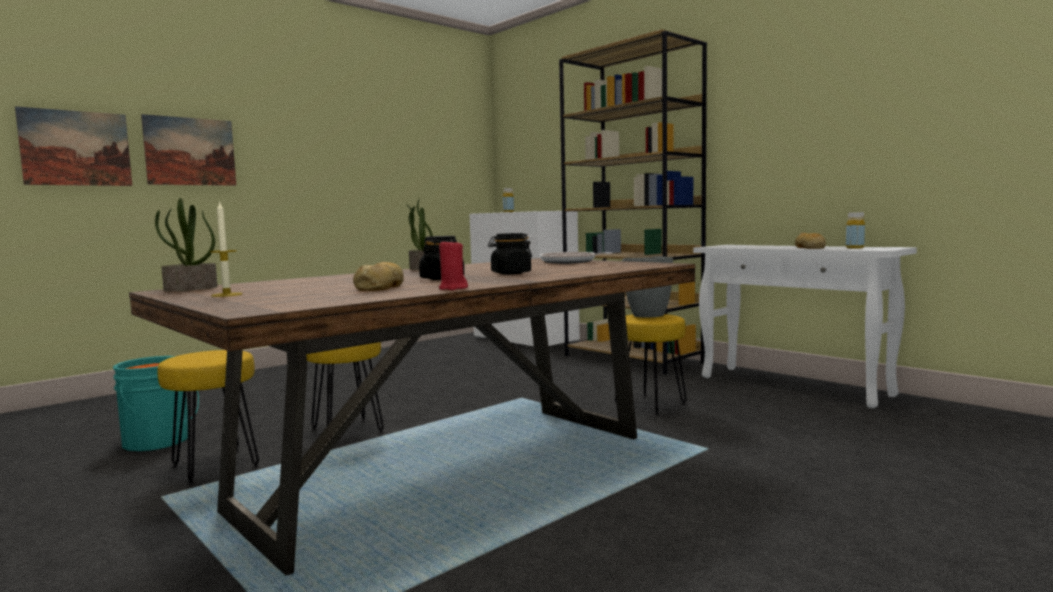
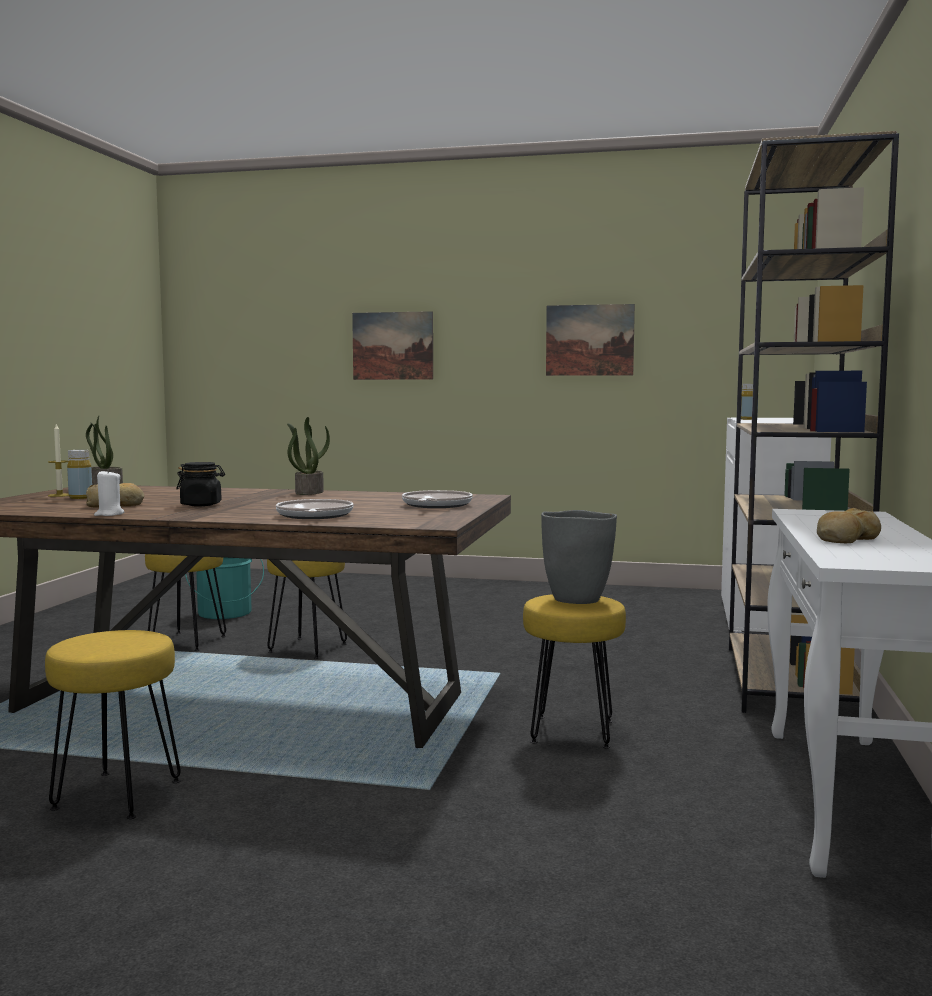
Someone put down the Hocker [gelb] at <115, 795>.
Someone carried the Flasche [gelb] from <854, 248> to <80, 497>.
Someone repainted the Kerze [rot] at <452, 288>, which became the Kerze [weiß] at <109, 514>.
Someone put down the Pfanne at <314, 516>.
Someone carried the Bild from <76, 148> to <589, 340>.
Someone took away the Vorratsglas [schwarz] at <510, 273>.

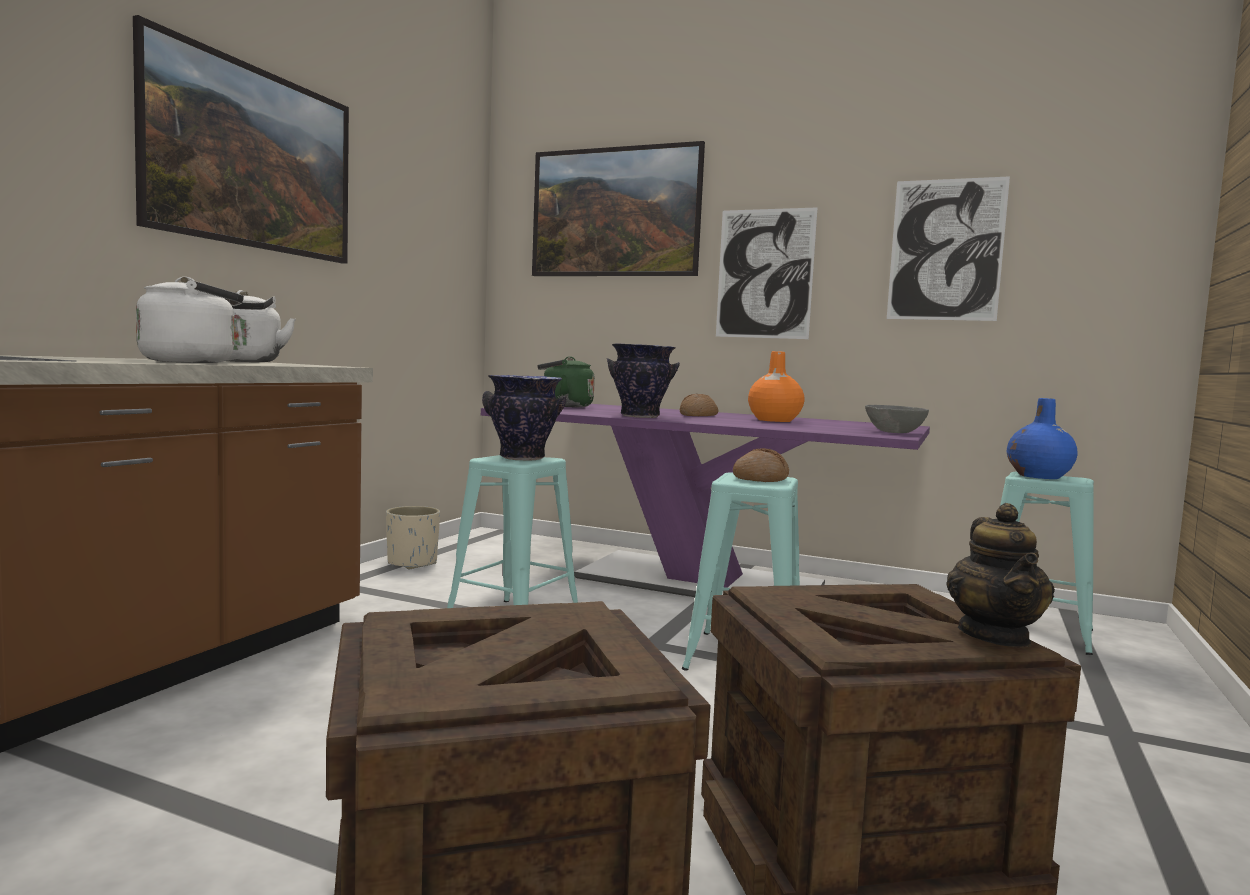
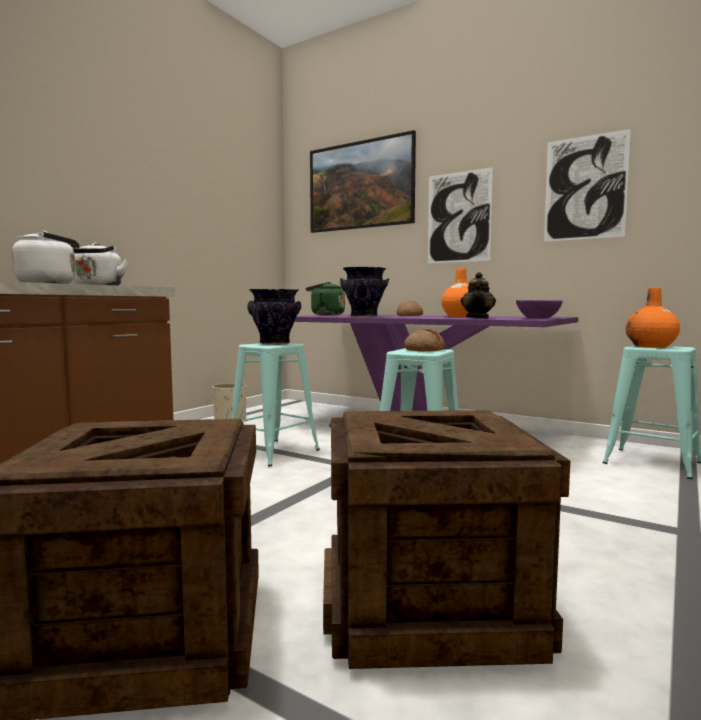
Someone carried the Teekanne from <995, 636> to <478, 318>.
Someone repainted the Schüssel [grau] at <894, 432>, which became the Schüssel [lila] at <538, 318>.
Someone repainted the Vase [blau] at <1039, 476>, which became the Vase [orange] at <651, 346>.
Someone took away the Bild at <254, 203>.

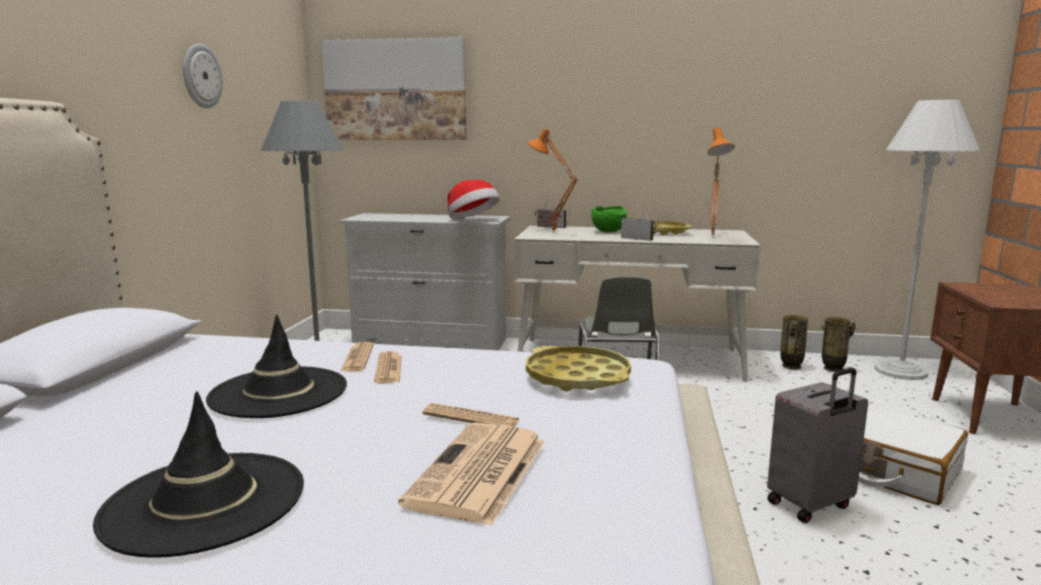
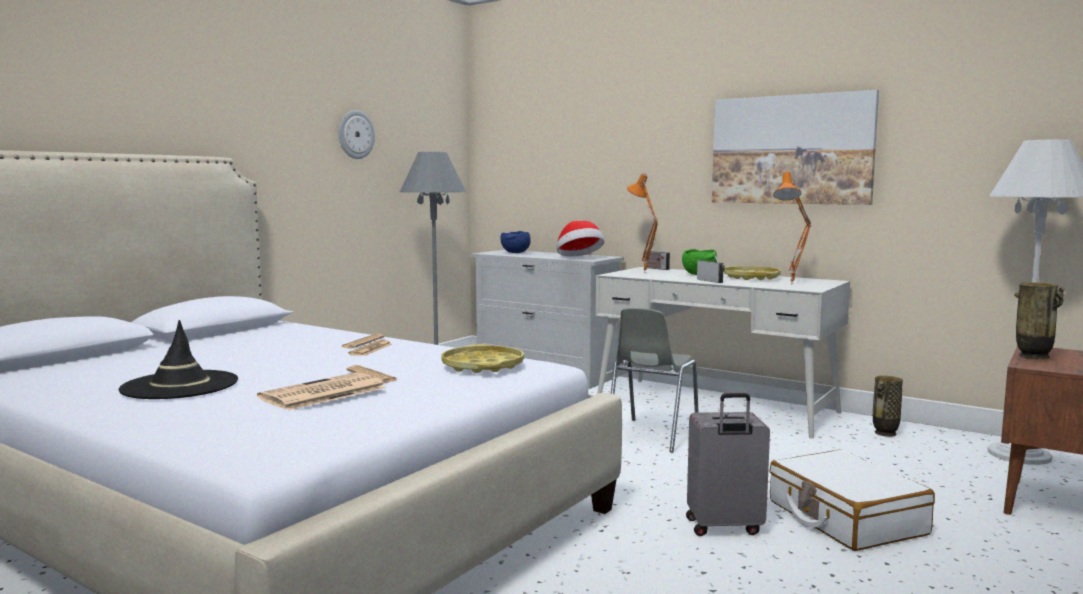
Someone put down the Schüssel [blau] at <515, 253>.
Someone carried the Bild from <395, 90> to <791, 150>.
Someone carried the Vase from <833, 369> to <1033, 357>.
Someone took away the Hut [schwarz] at <278, 392>.

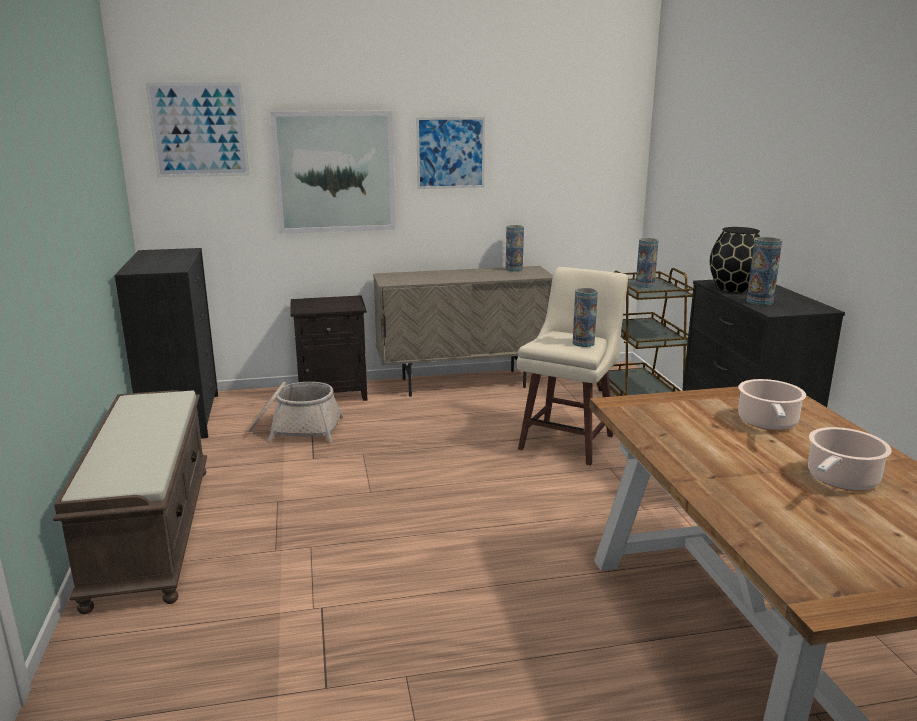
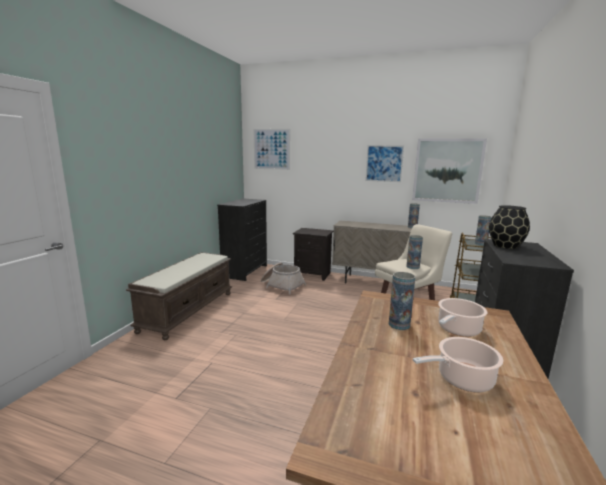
Someone carried the Vase from <759, 301> to <399, 324>.
Someone carried the Bild from <335, 172> to <447, 170>.

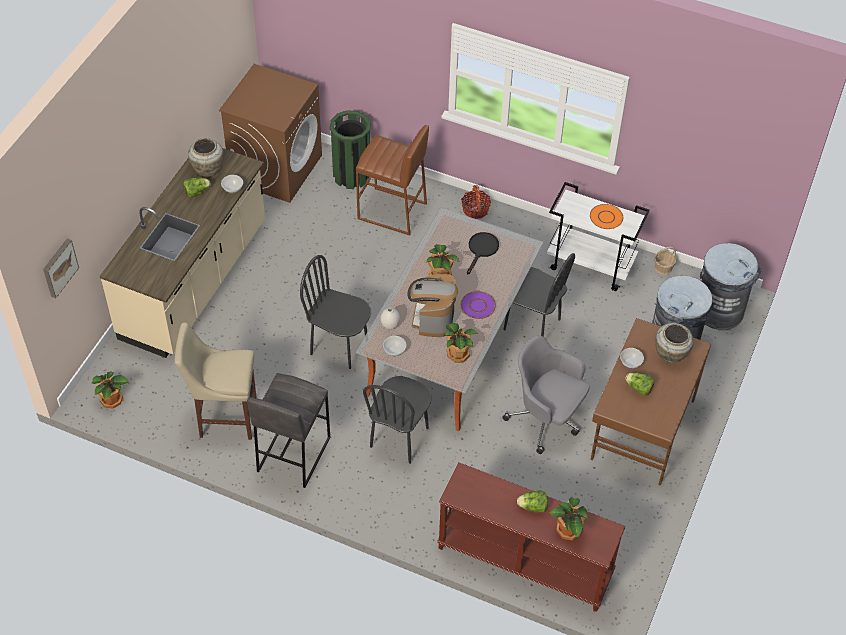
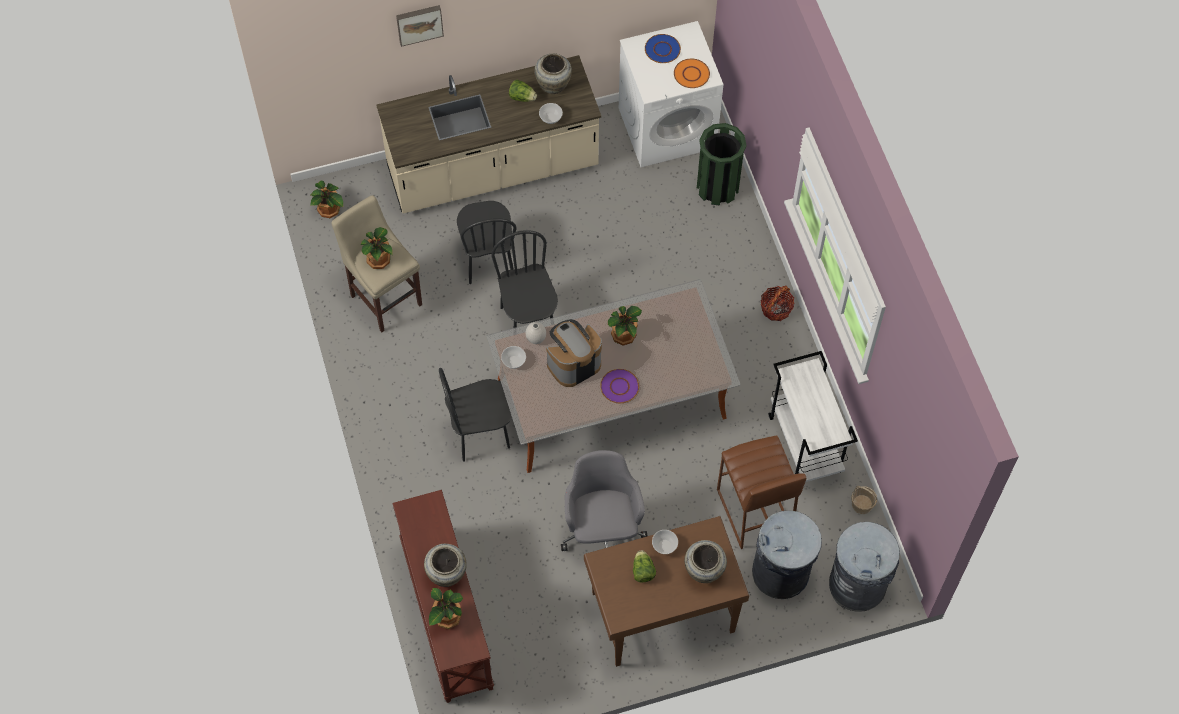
Someone carried the Topfpflanze from <458, 354> to <379, 259>.
Someone carried the Bild from <59, 267> to <419, 23>.
Someone swapped the Salatkopf at <533, 507> for the Vase [beige] at <446, 575>.
Someone carried the Stuhl [schwarz] from <531, 325> to <488, 261>.
Someone repainted the Waschmaschine [braun] at <276, 168>, which became the Waschmaschine [weiß] at <667, 127>.
Someone put down the Teller [blau] at <662, 49>.
Someone carried the Teller [orange] from <606, 217> to <691, 74>.
Someone carried the Hocker [braun] from <392, 212> to <754, 511>.
Someone took away the Hocker [grau] at <292, 454>.
Someone took away the Pfanne [schwarz] at <482, 250>.

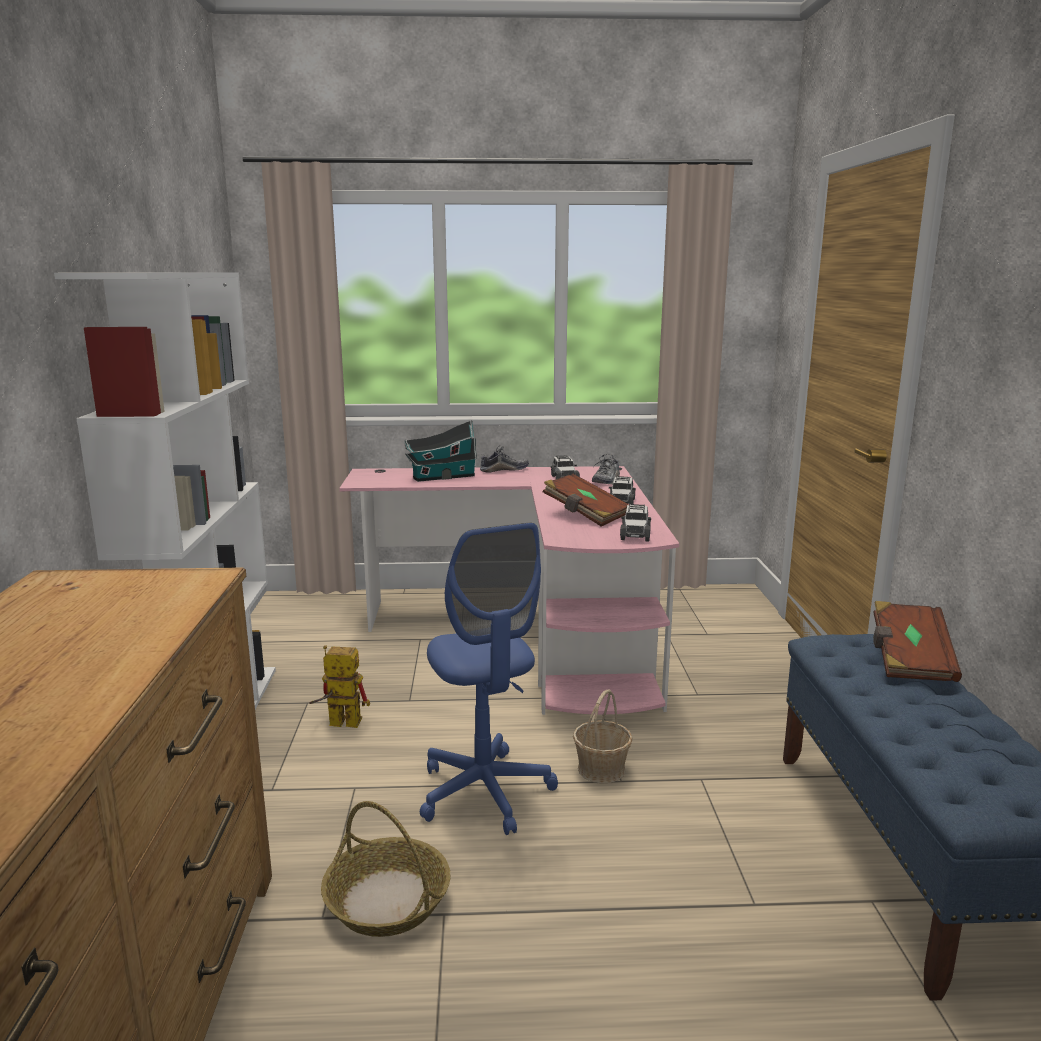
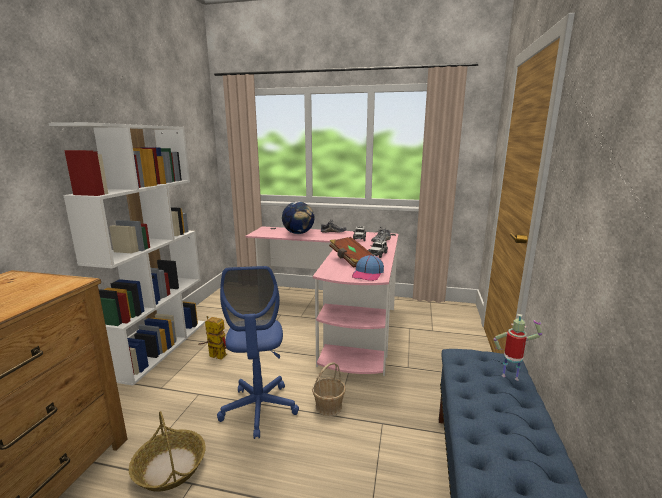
Someone swapped the Spielzeughaus at <441, 477> for the Globus at <298, 233>.
Someone swapped the Spielzeugauto at <635, 534> for the Kappe at <368, 274>.
Someone swapped the Buch [braun] at <909, 660> for the Spielzeugroboter at <510, 376>.

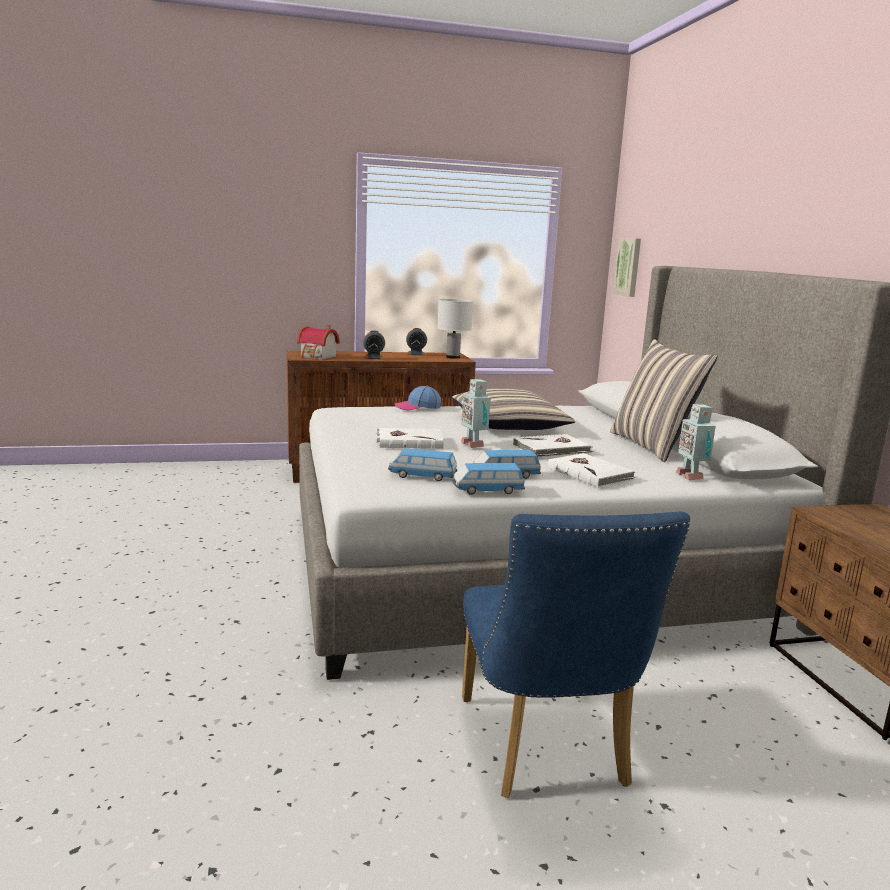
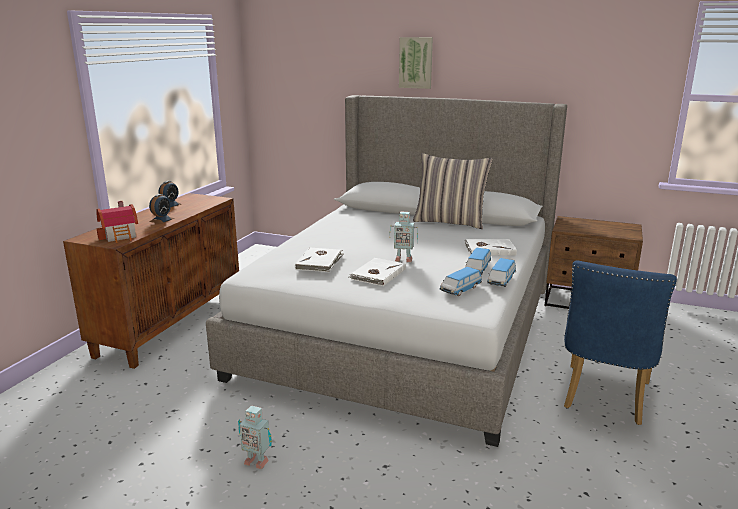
Someone carried the Spielzeugroboter from <691, 476> to <256, 461>.
Someone carried the Buch [weiß] from <552, 449> to <320, 262>.
Someone carried the Bild from <628, 267> to <416, 62>.
Someone rotated the Stuhl [blau] at <546, 750> by 90 degrees clockwise.
Someone took away the Kappe at <417, 407>.
Someone took away the Tischlampe [weiß] at <453, 357>.
Someone took away the Kissen at <509, 424>.

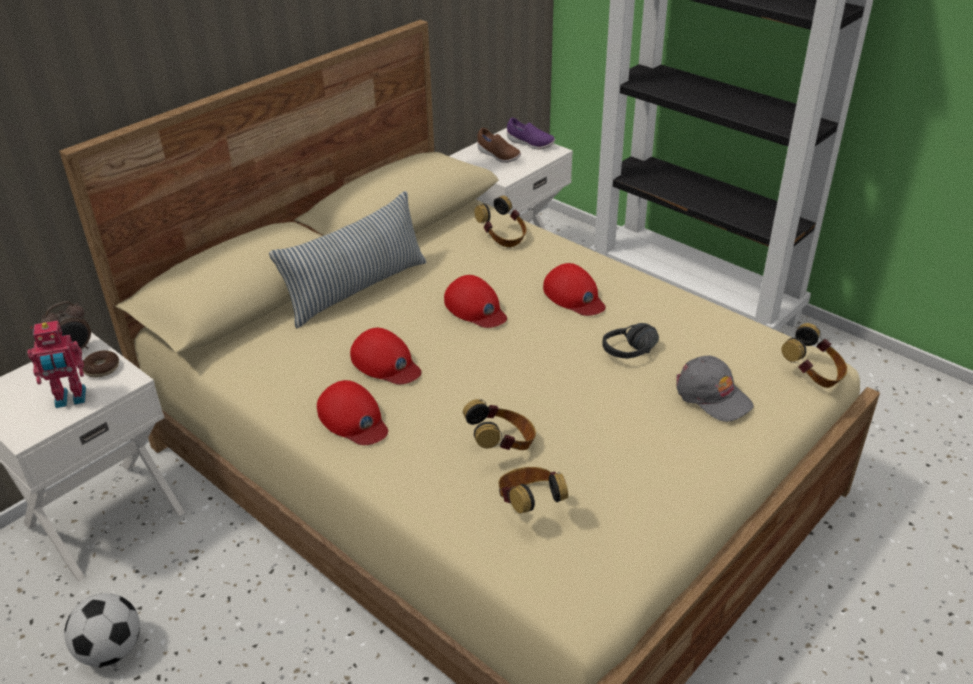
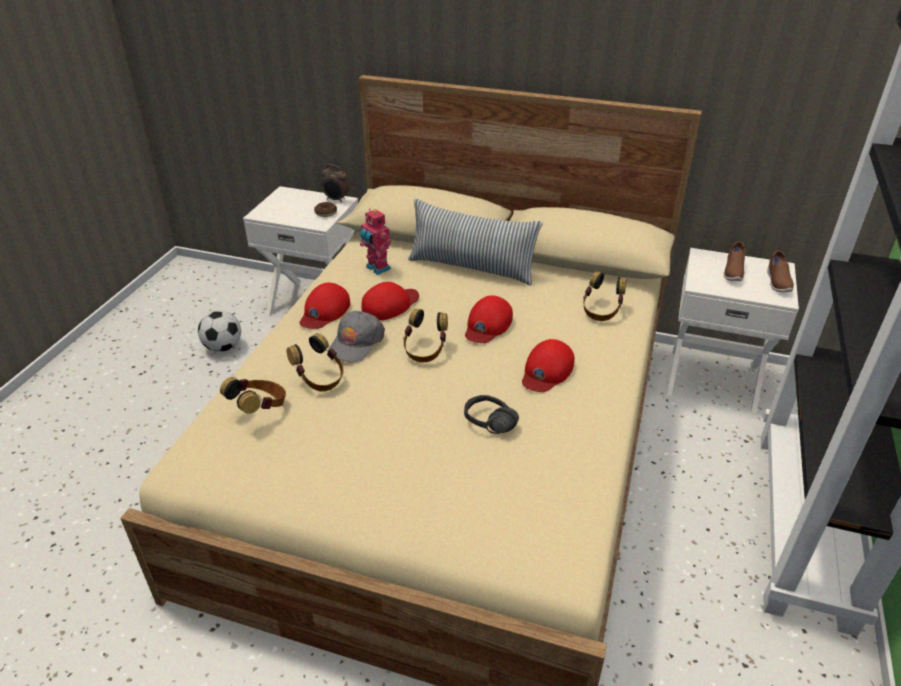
Someone carried the Kappe [grau] from <712, 396> to <356, 343>.
Someone carried the Spielzeugroboter from <70, 399> to <377, 268>.
Someone rotated the Kappe [rot] at <386, 363> by 150 degrees counterclockwise.
Someone carried the Kopfhörer from <812, 375> to <425, 350>.
Someone repainted the Schuh [lila] at <530, 144>, which became the Schuh [braun] at <777, 282>.

